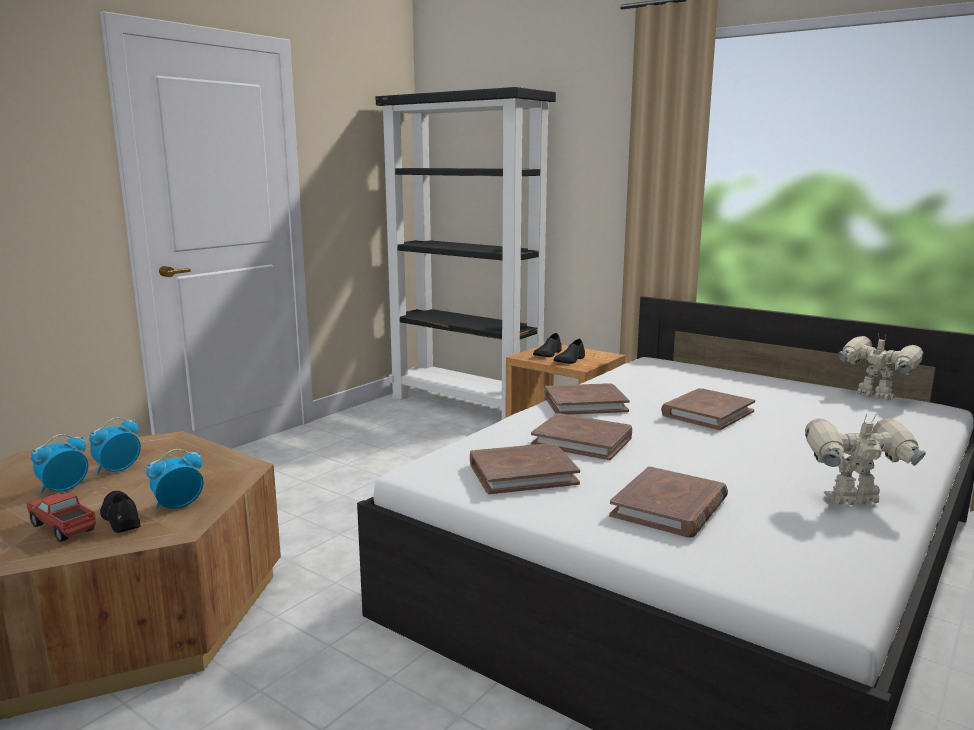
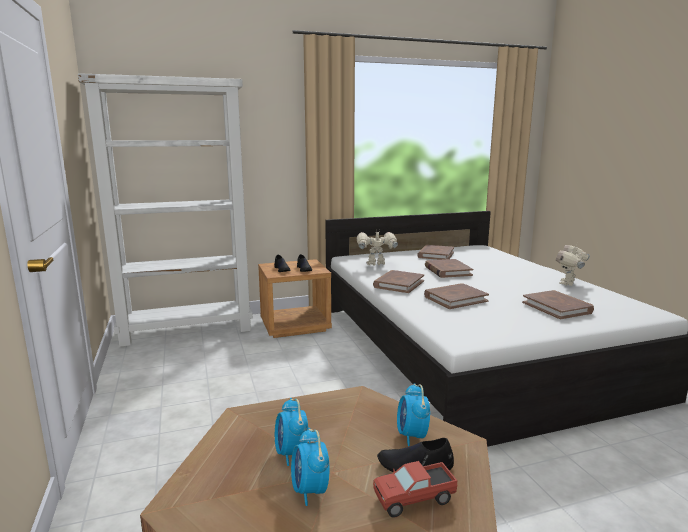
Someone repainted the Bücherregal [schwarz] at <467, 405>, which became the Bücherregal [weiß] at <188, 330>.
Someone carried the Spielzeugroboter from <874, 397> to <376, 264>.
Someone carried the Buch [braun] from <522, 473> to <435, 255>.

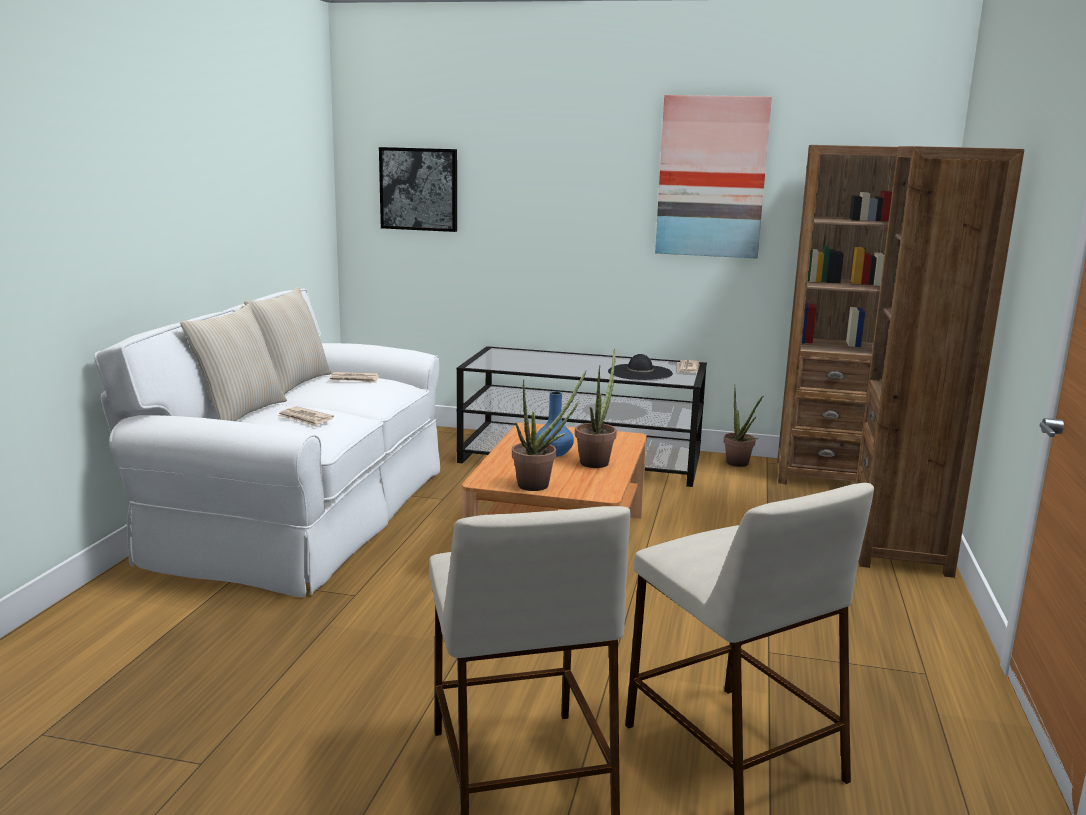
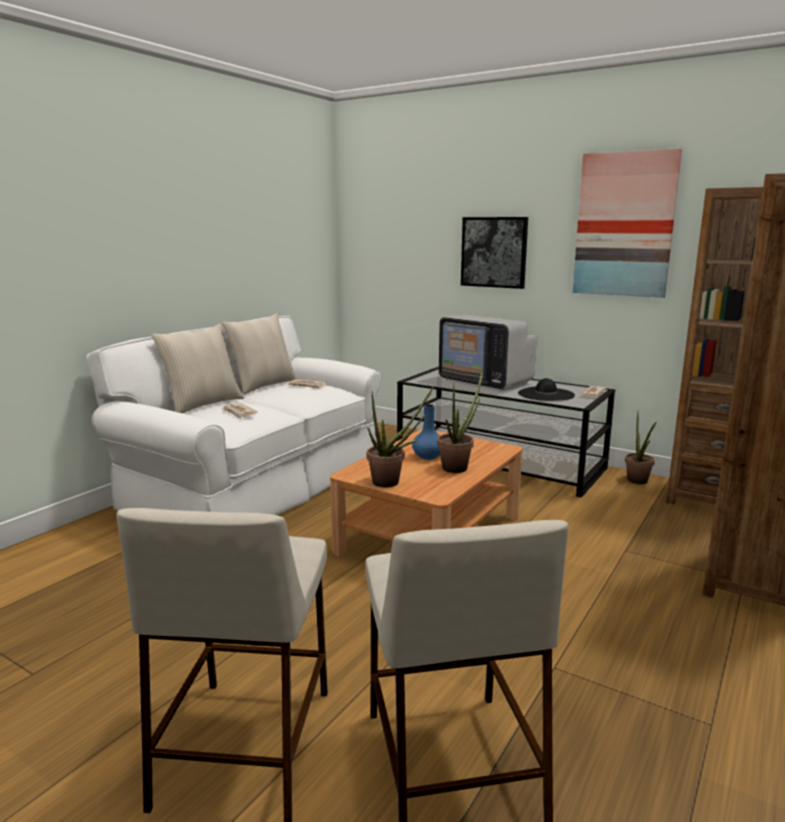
Someone put down the Fernseher at <485, 382>.
Someone carried the Bild from <419, 189> to <494, 252>.

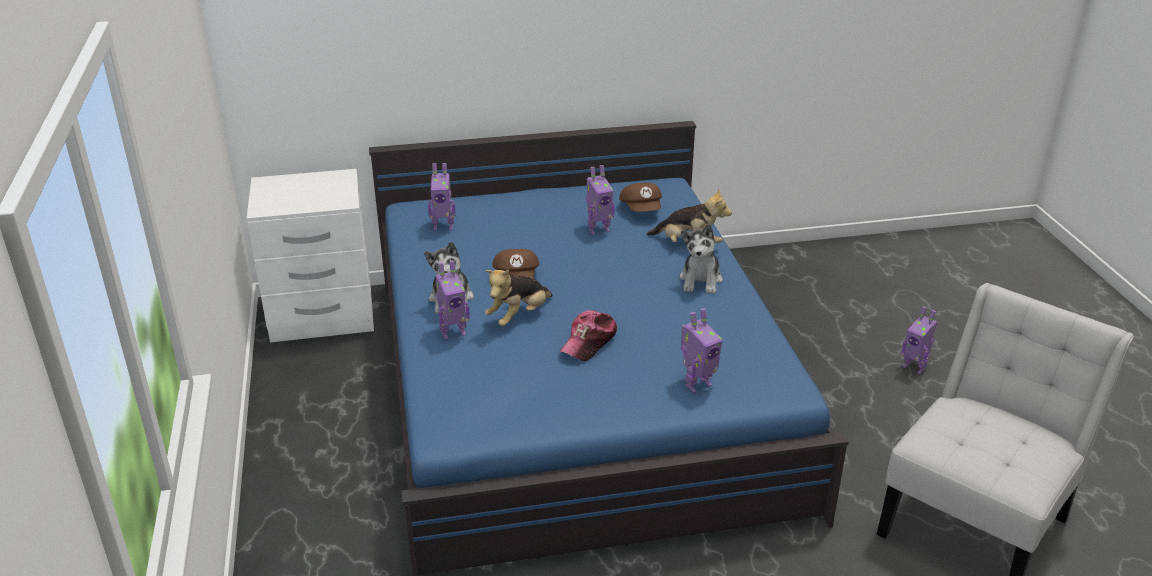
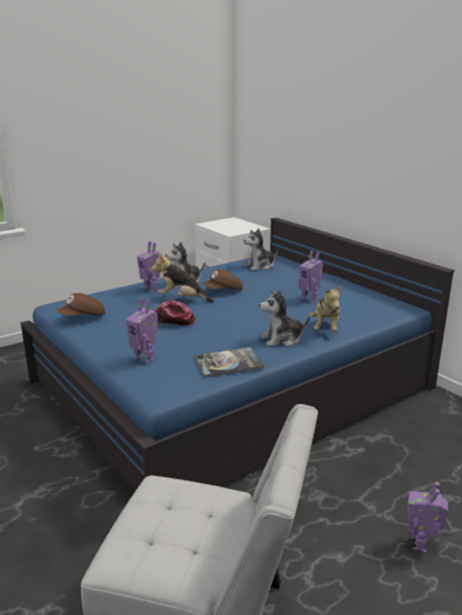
Someone carried the Kappe [braun] from <642, 210> to <83, 317>.
Someone put down the Buch at <228, 363>.
Someone swapped the Spielzeugroboter at <443, 226> for the Plüschtier at <260, 266>.

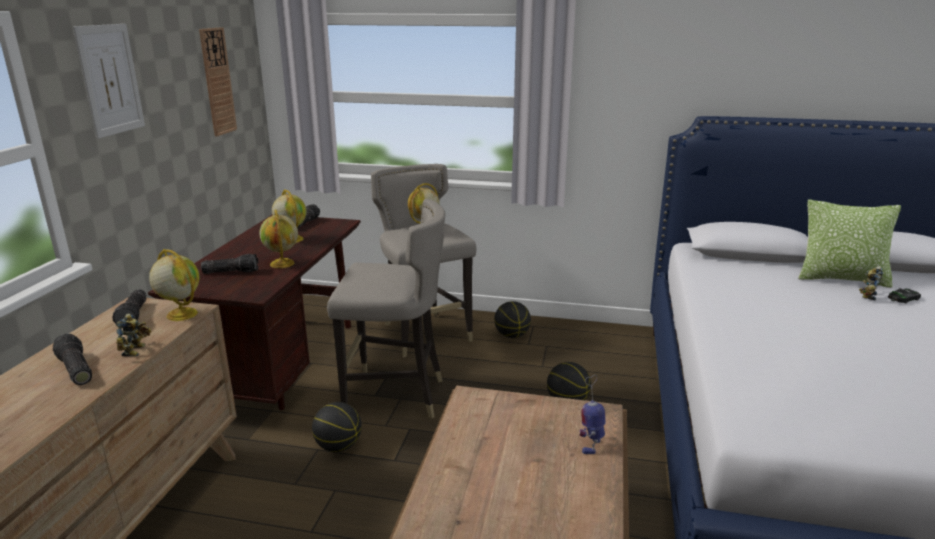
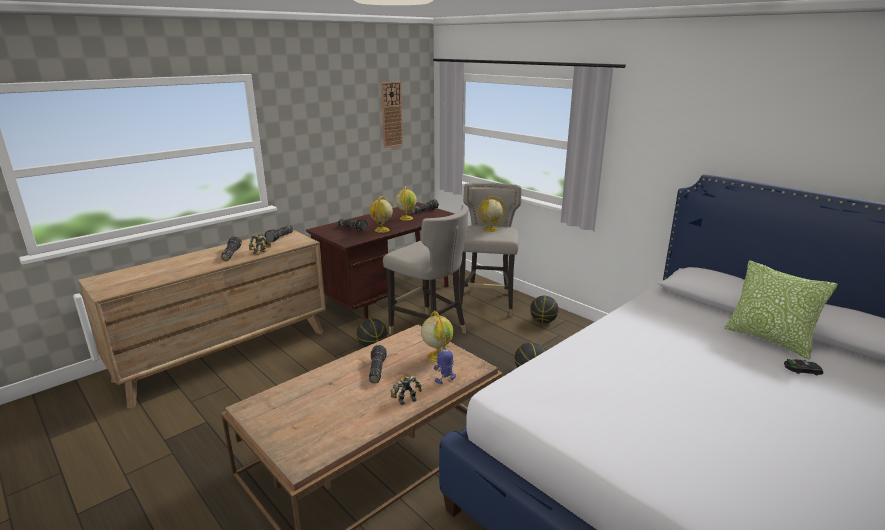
Someone put down the Taschenlampe at <376, 370>.
Someone carried the Spielzeugroboter from <867, 295> to <406, 399>.
Someone carried the Globus from <181, 314> to <437, 356>.
Someone took away the Bild at <110, 80>.

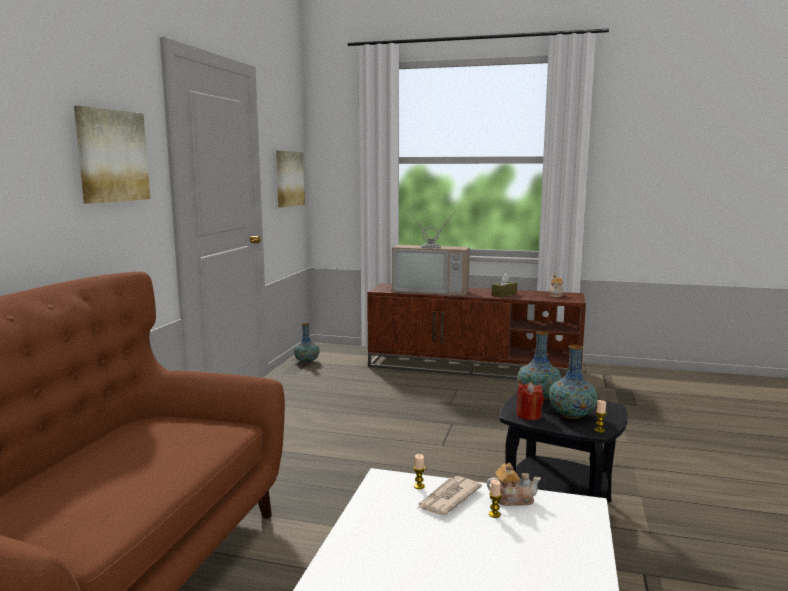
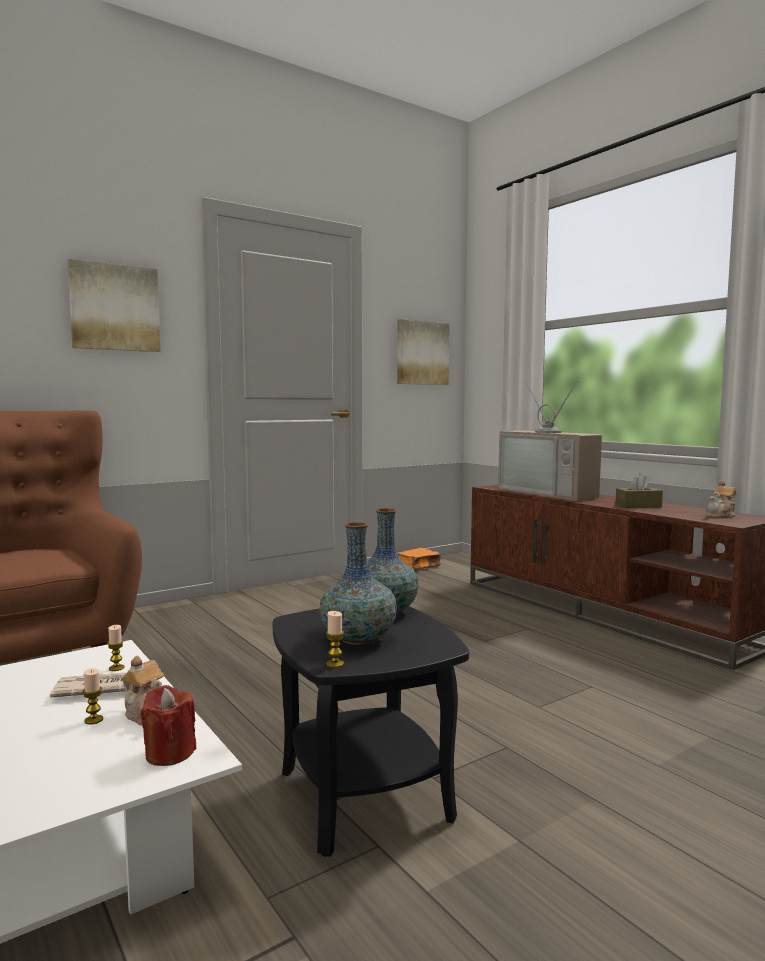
Someone carried the Kerze [rot] from <528, 415> to <169, 753>.
Someone swapped the Vase at <307, 361> for the Buch [orange] at <419, 566>.

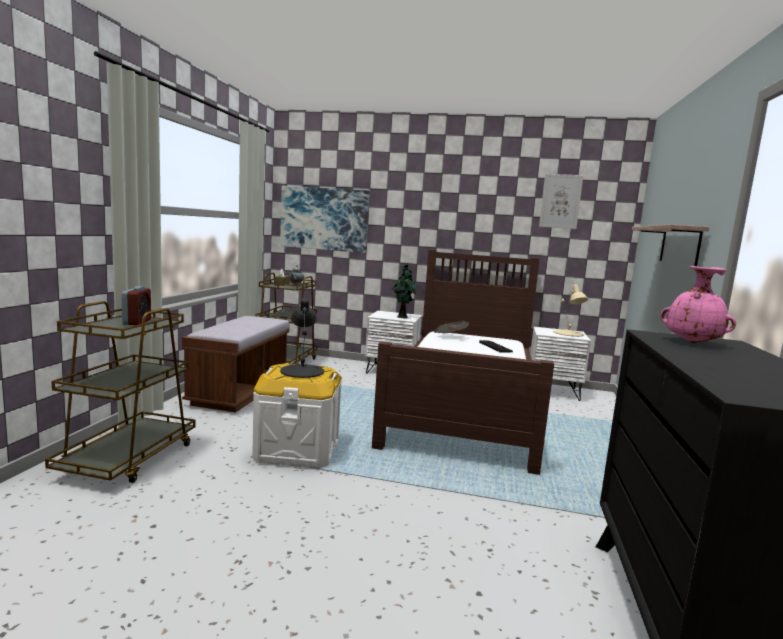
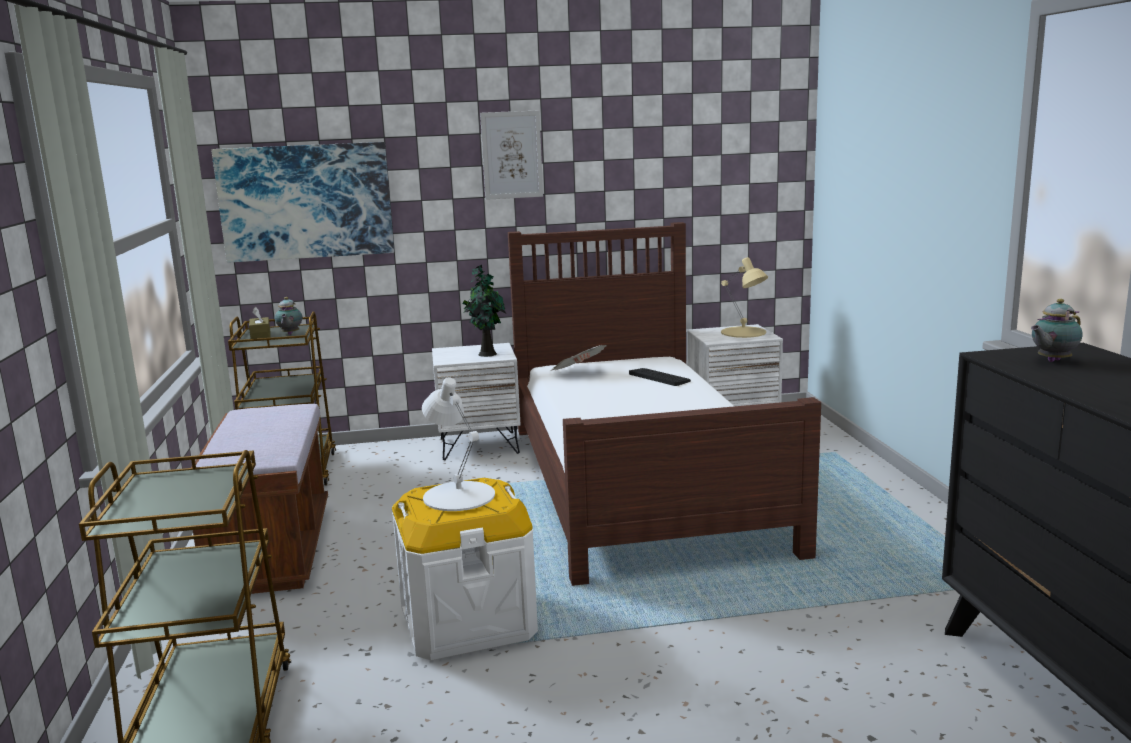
Someone repainted the Tischlampe [schwarz] at <302, 371>, which became the Tischlampe [weiß] at <459, 495>.
Someone carried the Bild from <560, 201> to <512, 155>.
Someone swapped the Vase [rosa] at <692, 342> for the Teekanne at <1052, 361>.
Someone took away the Wecker at <137, 322>.
Someone took away the Wandregal at <679, 245>.

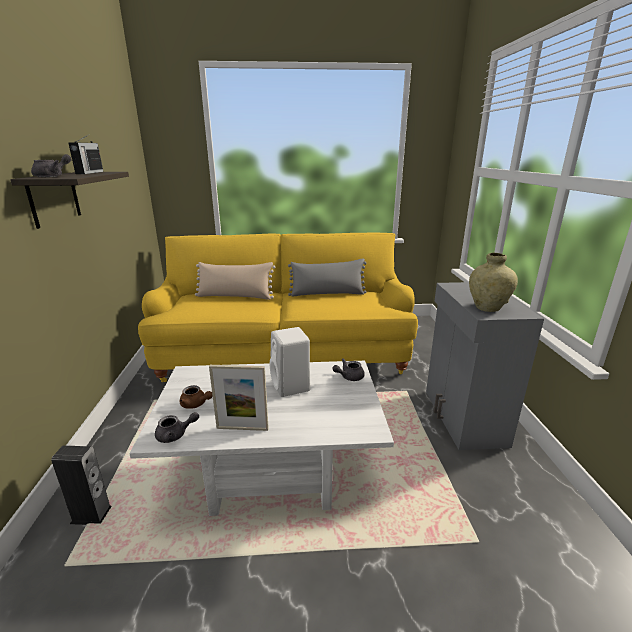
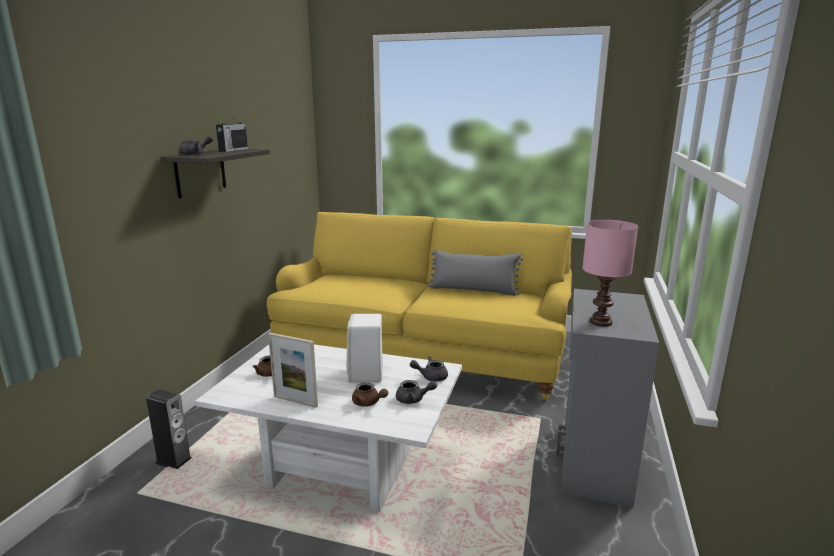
Someone put down the Teekanne [braun] at <368, 403>.
Someone carried the Teekanne [grau] from <176, 435> to <413, 399>.
Someone swapped the Vase [beige] at <487, 308> for the Tischlampe [rosa] at <601, 322>.
Someone took away the Kissen [beige] at <235, 296>.

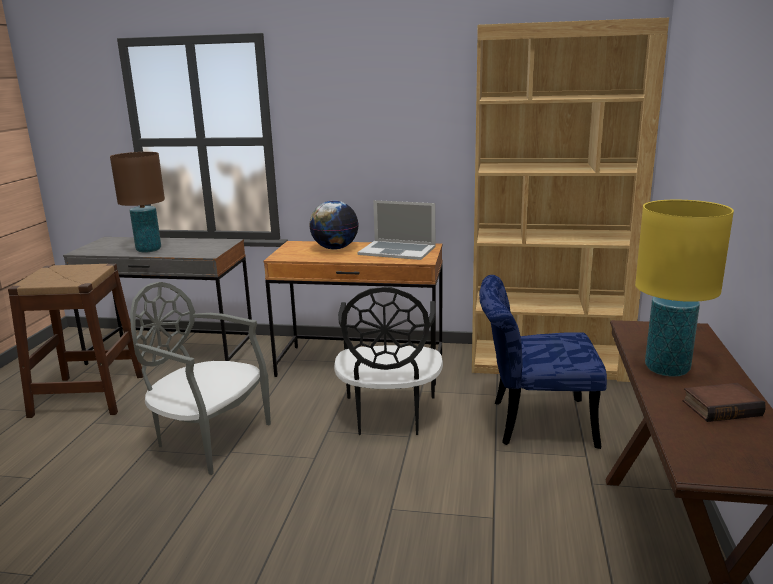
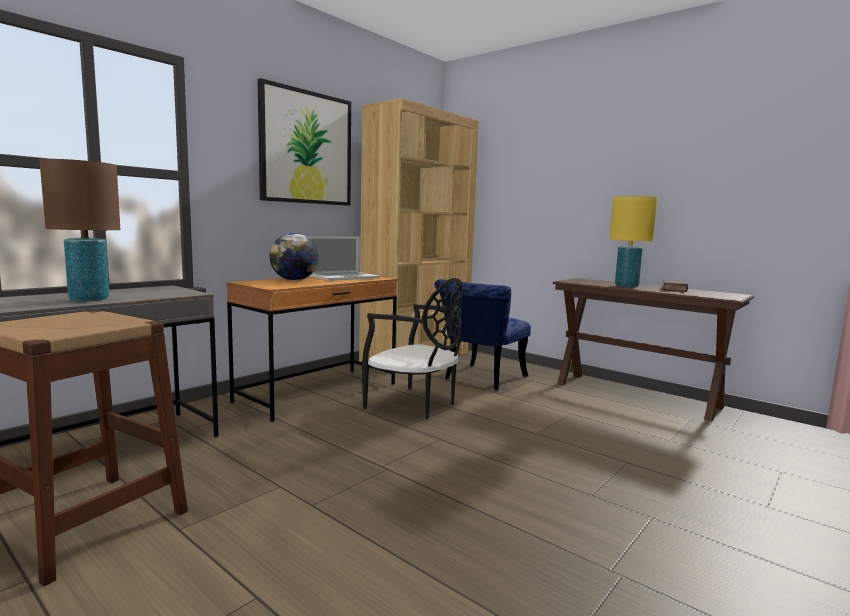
Someone put up the Bild at <306, 148>.
Someone took away the Stuhl [grau] at <209, 439>.

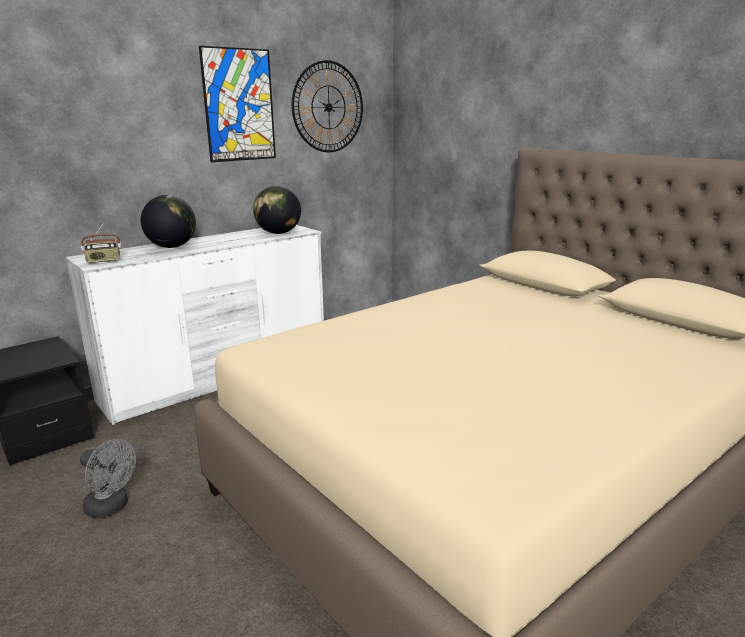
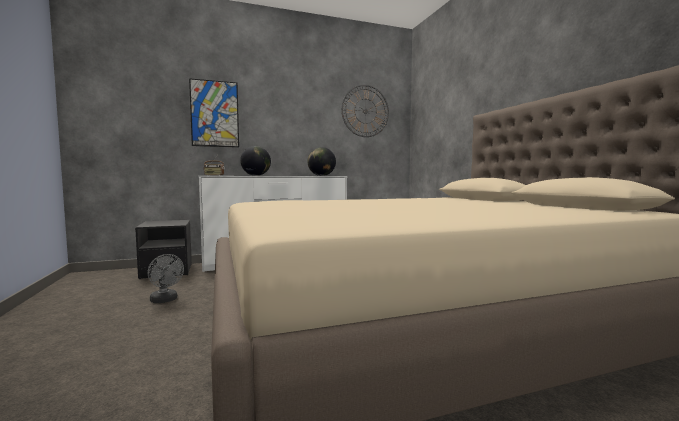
Someone carried the Bild from <239, 105> to <214, 114>.

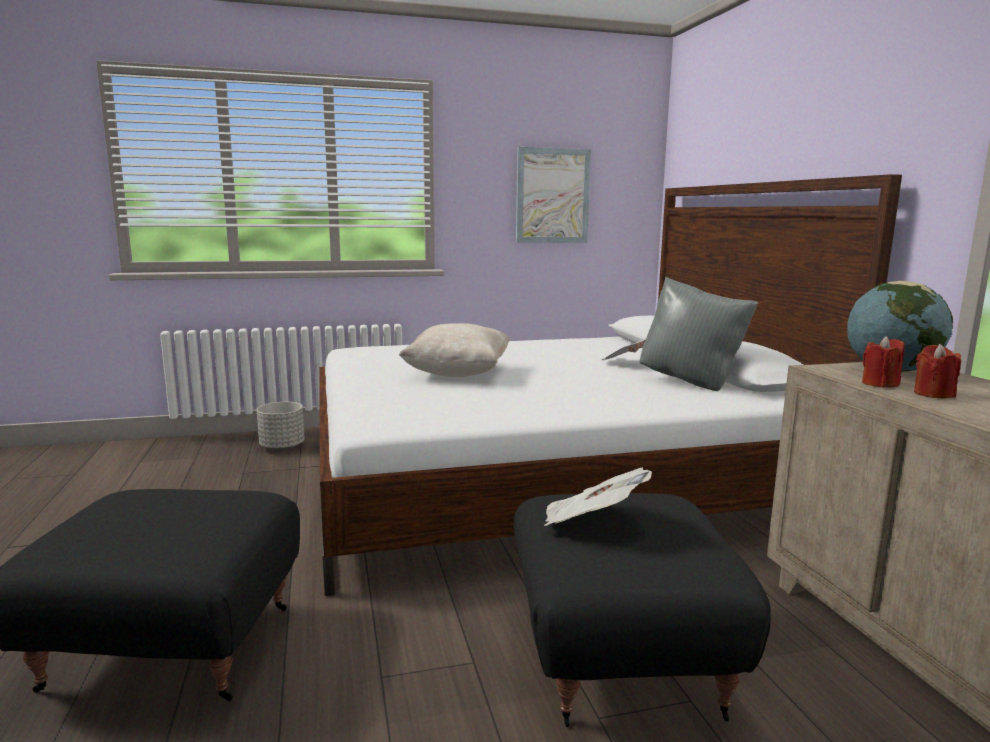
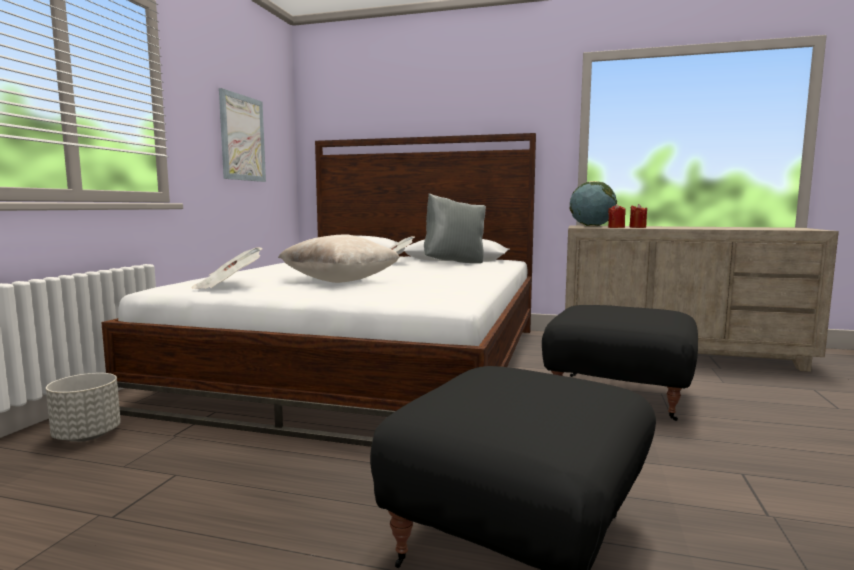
Someone carried the Zeitung from <591, 523> to <228, 286>.

